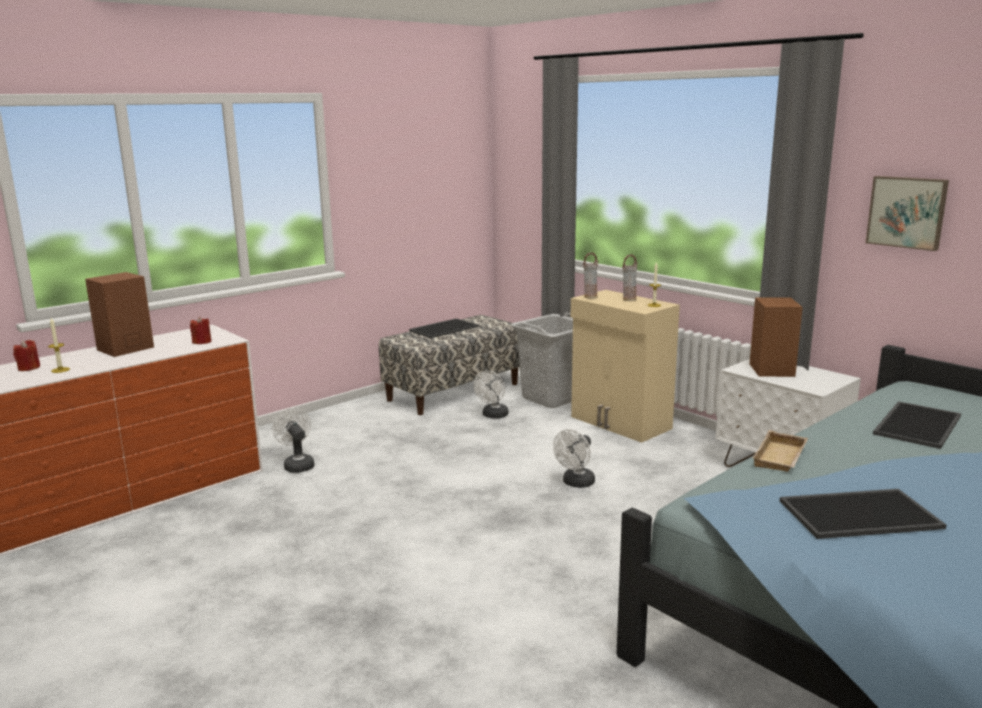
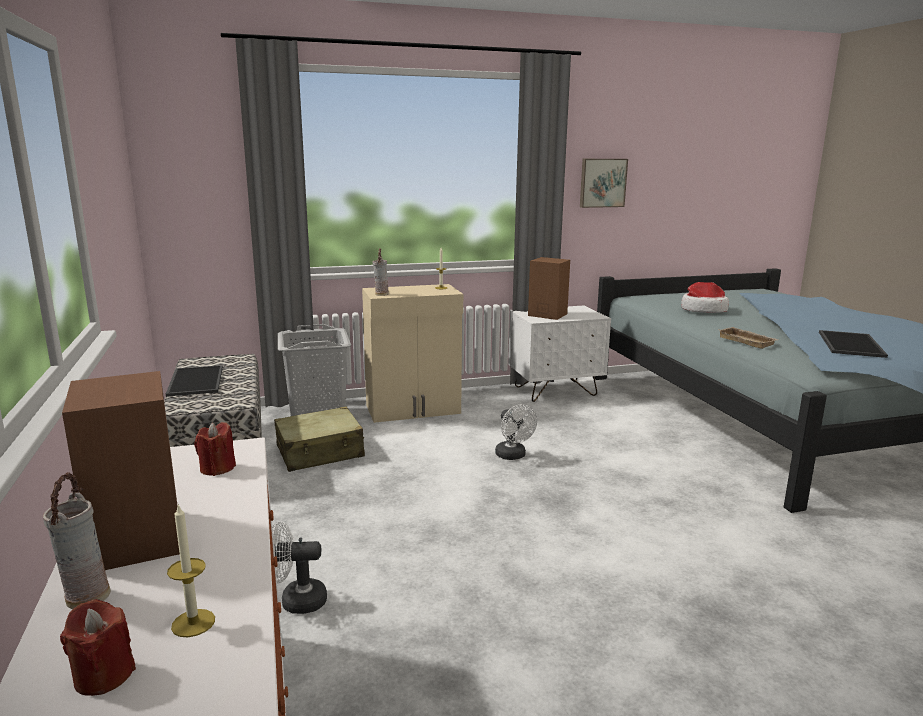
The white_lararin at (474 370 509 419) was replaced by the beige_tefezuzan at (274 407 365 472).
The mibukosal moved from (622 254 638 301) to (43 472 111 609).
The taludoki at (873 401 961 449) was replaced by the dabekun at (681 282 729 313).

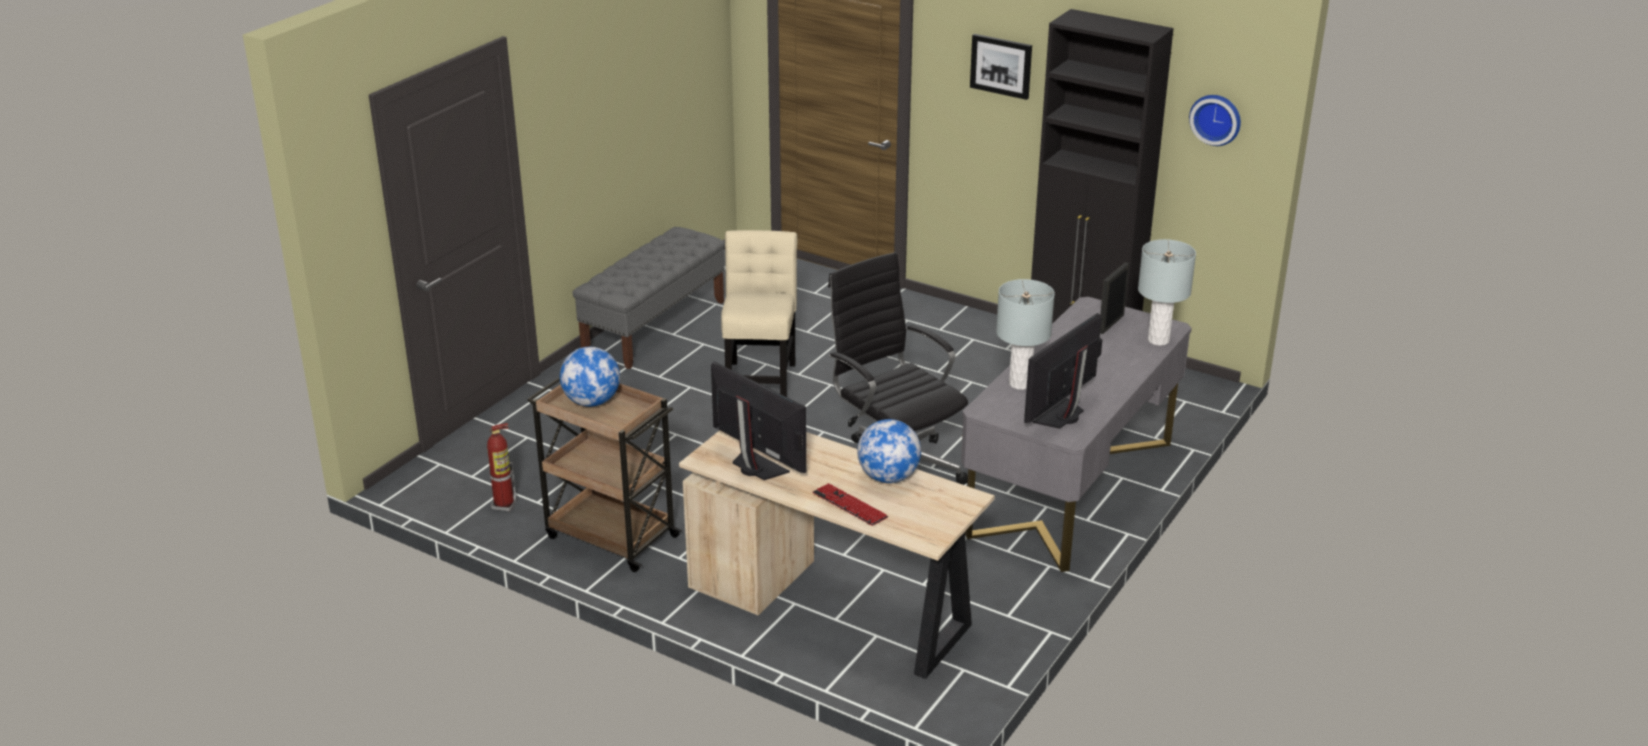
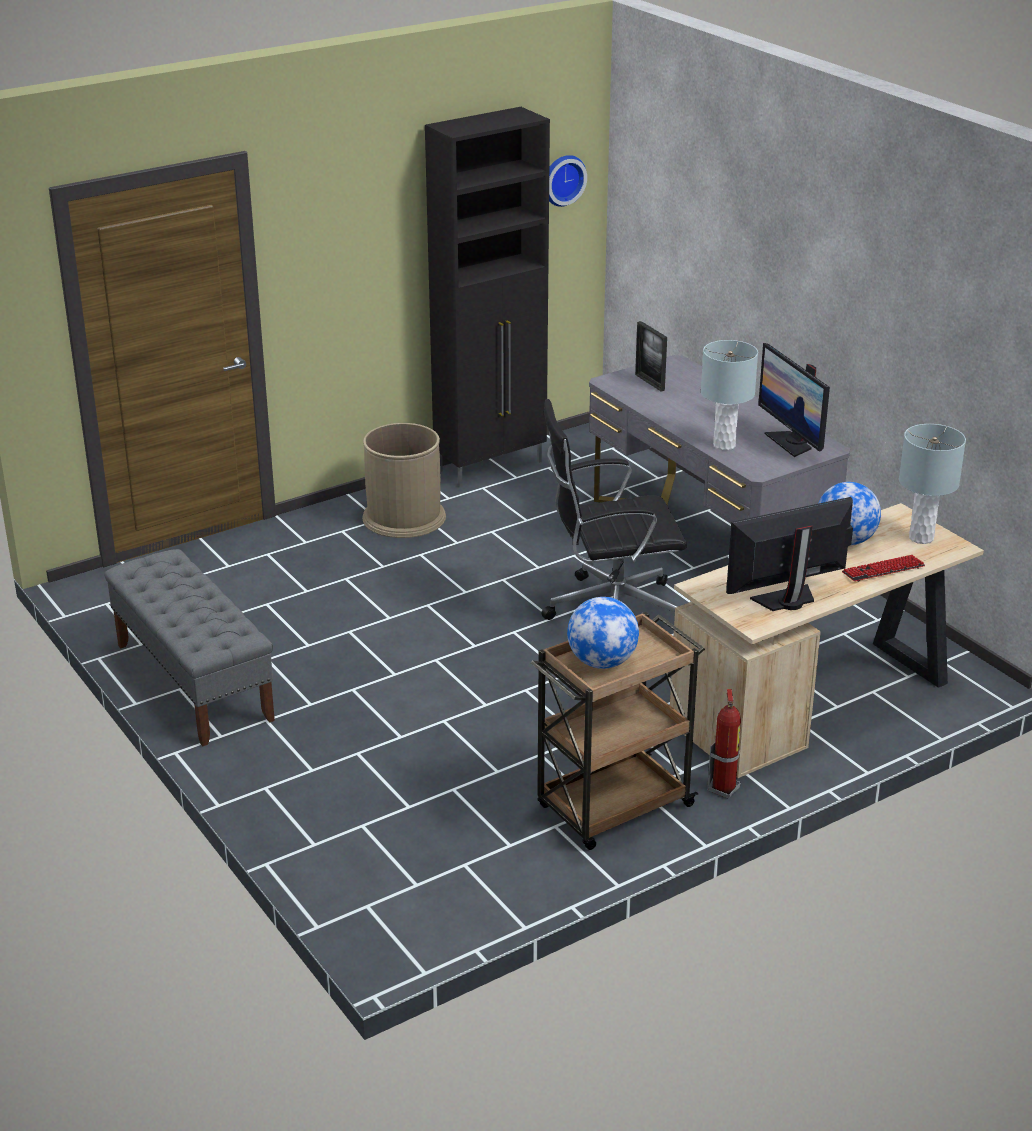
The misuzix moved from (487 423 517 511) to (707 689 741 799).
The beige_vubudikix at (721 230 797 397) disappeared.
The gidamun at (970 34 1032 100) disappeared.
The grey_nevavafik moved from (1138 239 1196 346) to (899 424 966 544).
The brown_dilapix at (362 423 446 538) appeared.

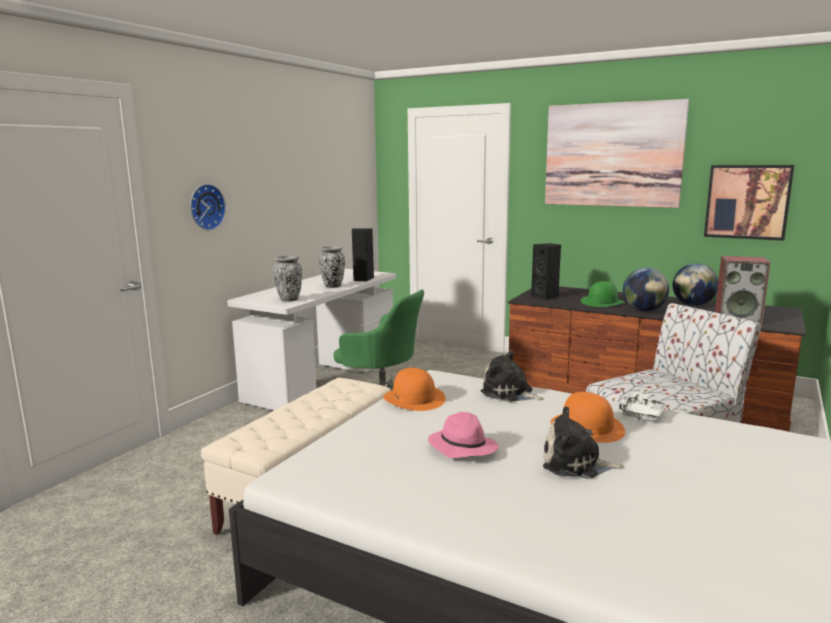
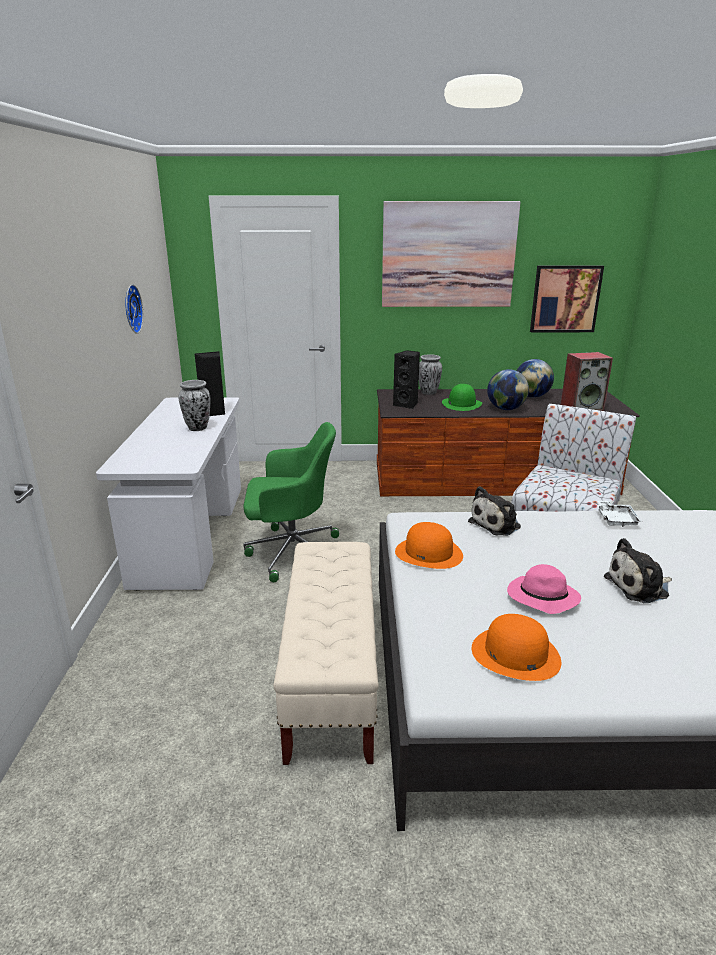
The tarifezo moved from (190 184 226 230) to (125 284 143 334).
The mibukosal moved from (273 255 302 302) to (419 354 442 395).
The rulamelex at (481 350 544 402) turned 45 degrees counterclockwise.
The orange_dabekun moved from (551 392 625 443) to (472 614 561 681).

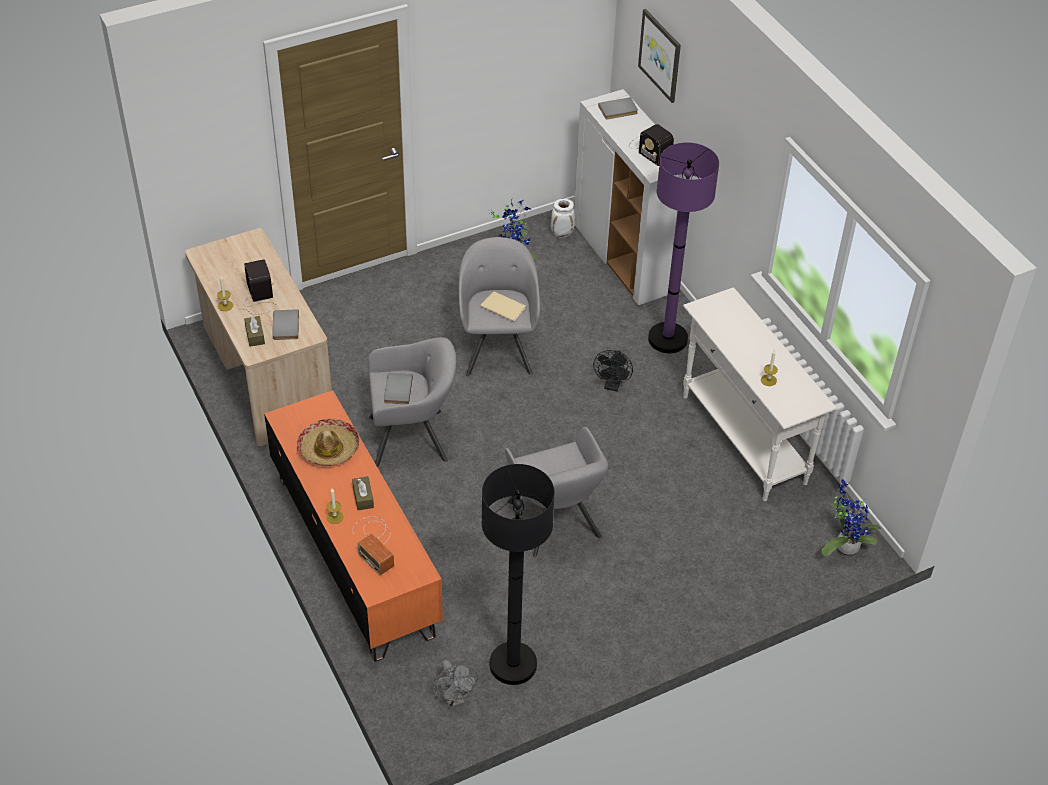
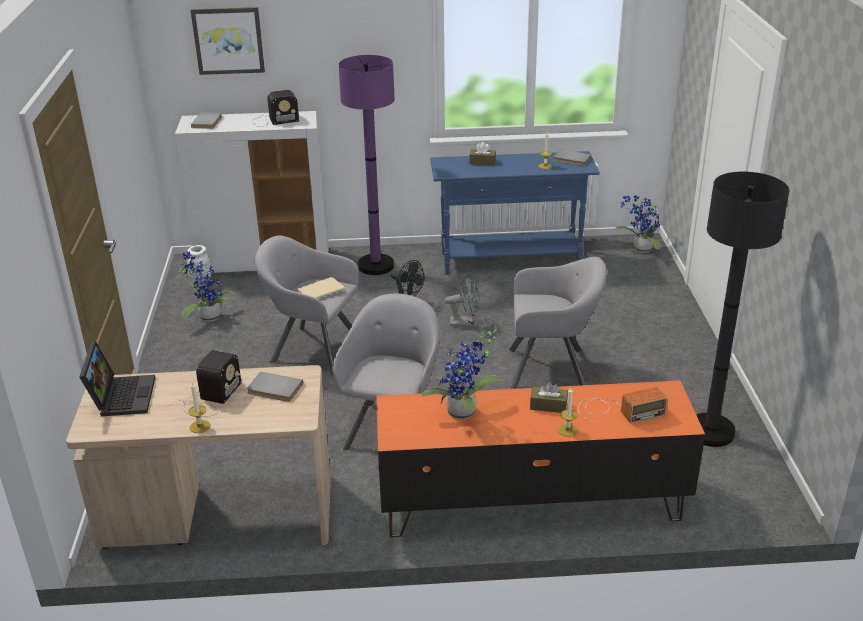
The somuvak at (244 259 277 315) turned 105 degrees clockwise.
The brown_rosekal moved from (244 315 265 347) to (469 142 496 166).
The dabekun at (297 419 359 466) was replaced by the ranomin at (422 329 504 420).
The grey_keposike moved from (384 373 413 404) to (553 149 591 166).
The grey_lararin moved from (433 660 478 708) to (444 277 480 327).
The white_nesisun at (683 287 837 501) became the blue_nesisun at (430 151 600 275).
The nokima at (79 341 155 417) appeared.

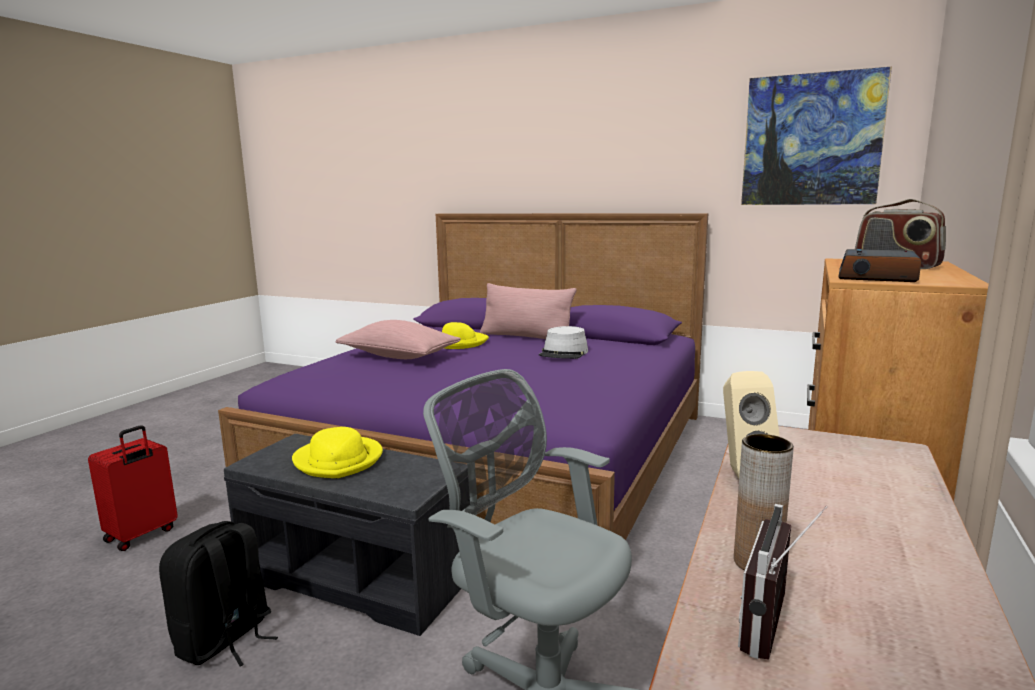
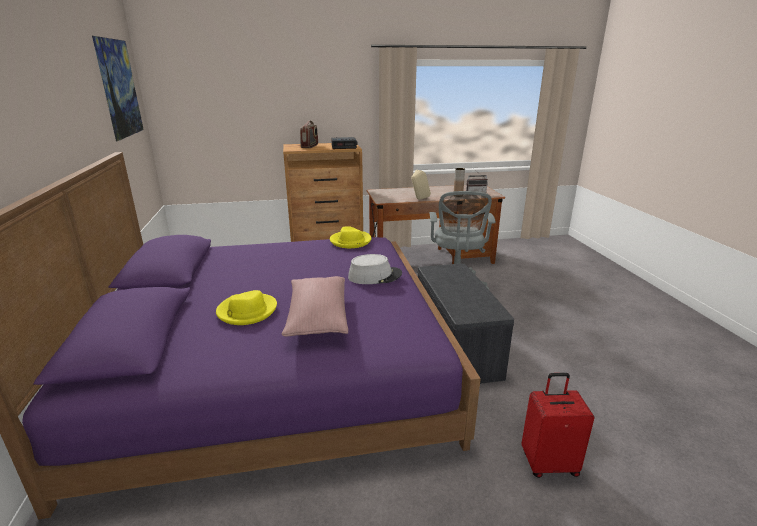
The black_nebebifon at (159 521 278 667) disappeared.
The yellow_dabekun moved from (292 427 383 478) to (330 226 371 248).
The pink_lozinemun at (480 283 577 339) disappeared.
The grey_dabekun moved from (539 326 588 359) to (348 254 402 284).

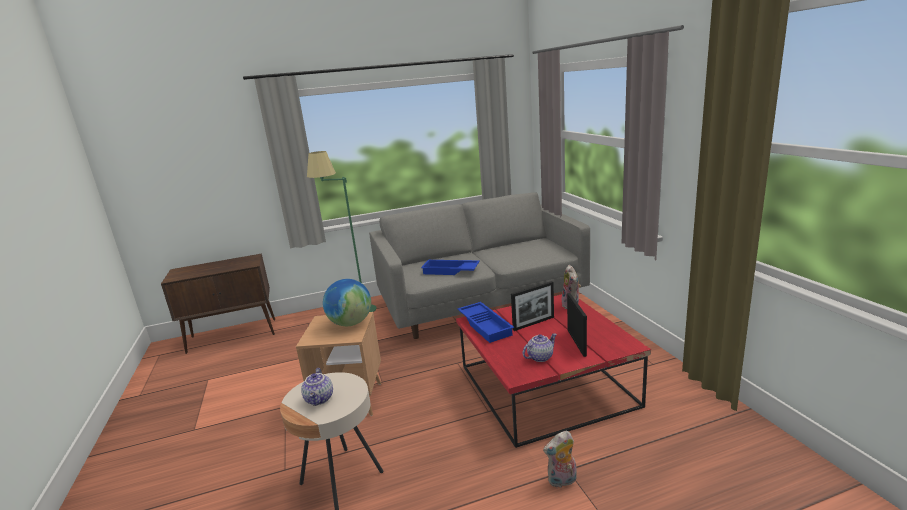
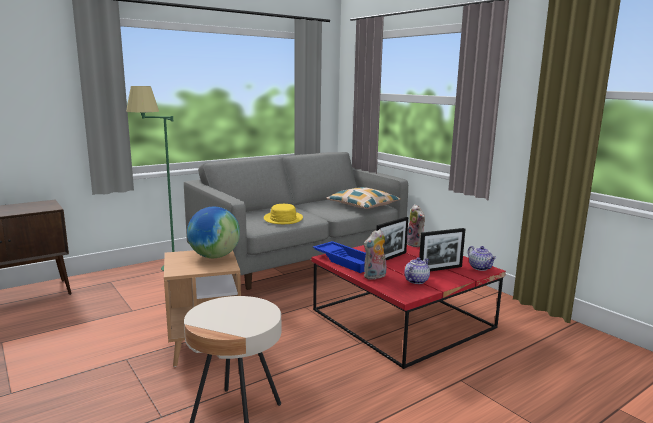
The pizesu moved from (301 368 333 406) to (468 246 496 271).
The blue_taludoki at (421 260 480 275) was replaced by the yellow_dabekun at (264 204 303 224).
The rulamelex moved from (543 431 577 488) to (364 229 386 280).
The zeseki at (567 293 587 357) turned 90 degrees clockwise.
The lozinemun at (326 187 400 209) appeared.

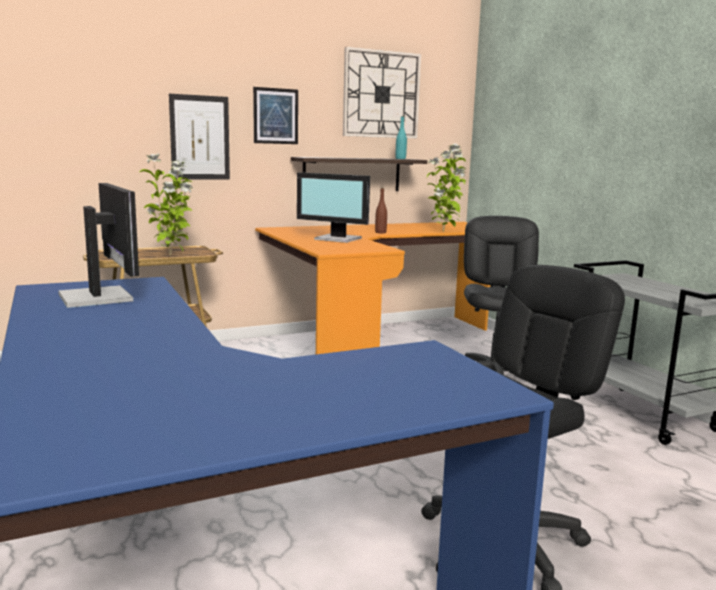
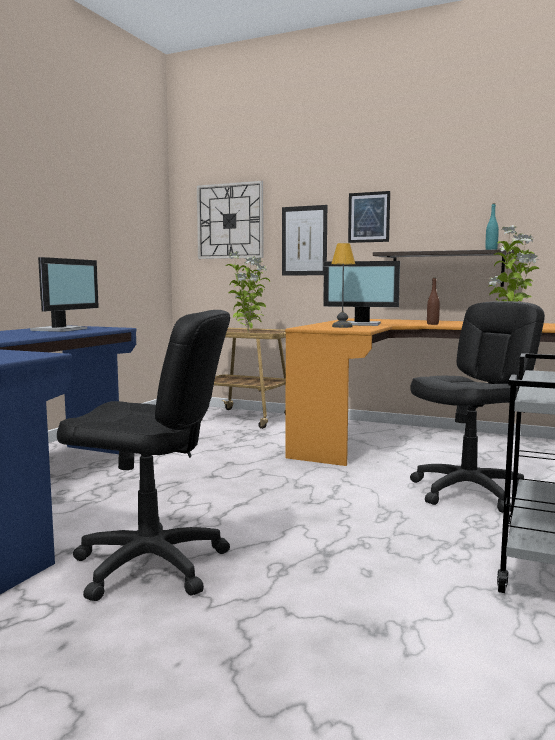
The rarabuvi at (297 172 370 243) turned 60 degrees counterclockwise.
The tarifezo moved from (343 46 421 139) to (197 181 264 259).
The nevavafik at (331 243 355 328) appeared.

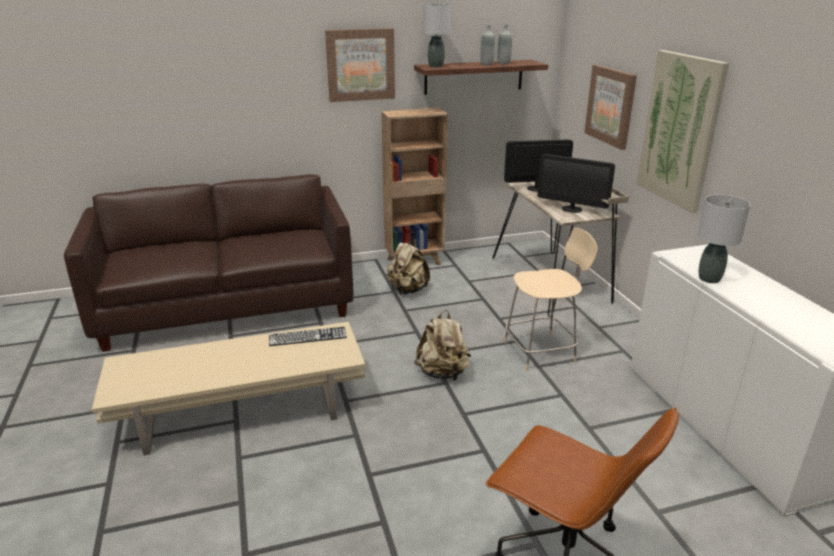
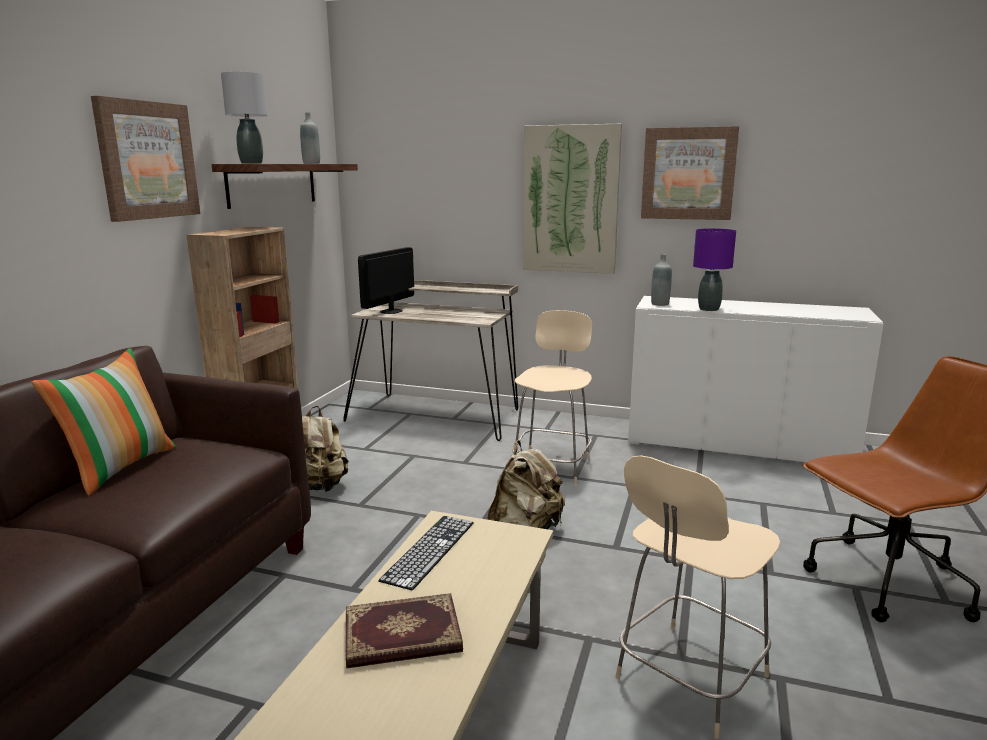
The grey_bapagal moved from (481 25 495 65) to (651 254 672 306).
The rarabuvi at (537 154 615 213) disappeared.
The gidamun moved from (584 65 637 150) to (641 126 739 220).
The grey_nevavafik at (697 195 750 283) became the purple_nevavafik at (693 228 736 311).
The lozinemun at (32 348 176 496) appeared.
The keposike at (346 593 463 668) appeared.
The beige_vubudikix at (615 455 780 739) appeared.

